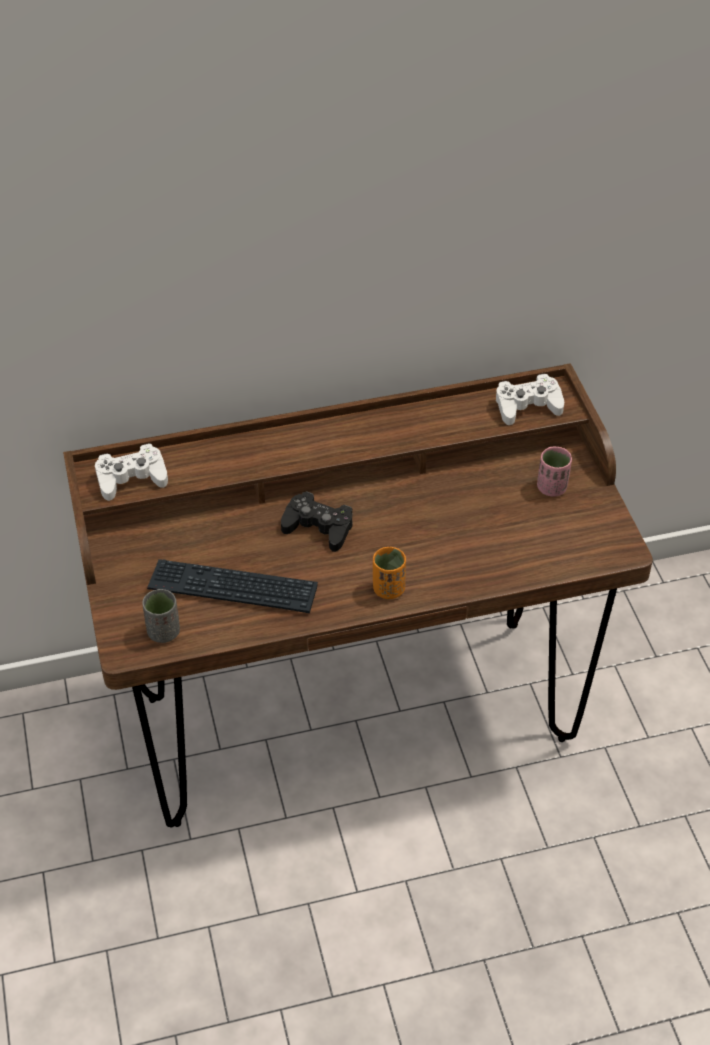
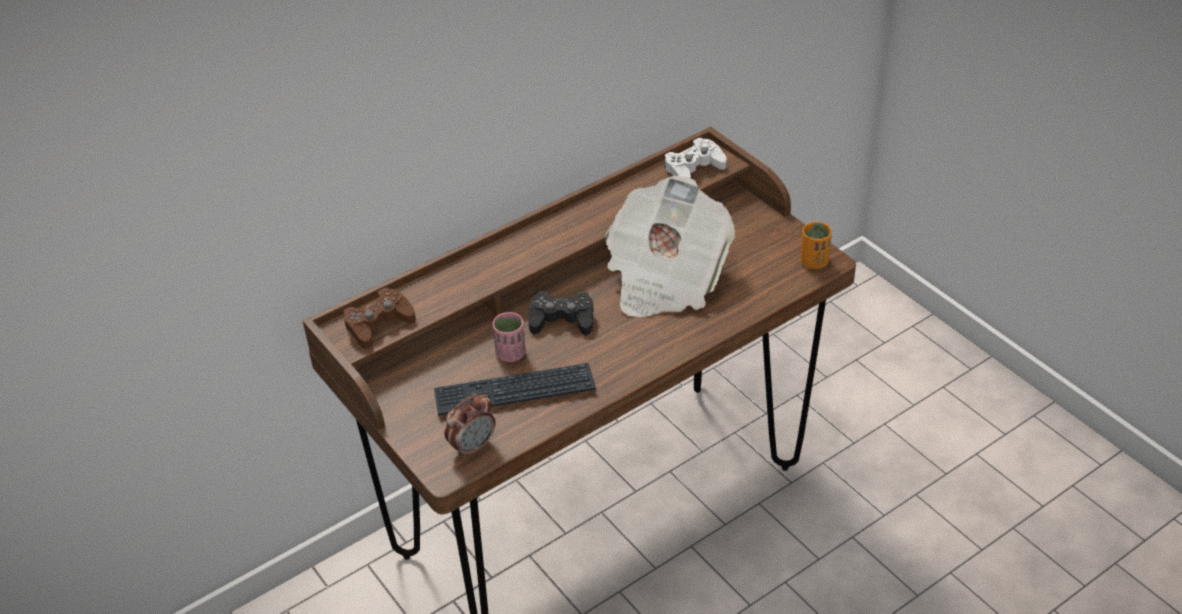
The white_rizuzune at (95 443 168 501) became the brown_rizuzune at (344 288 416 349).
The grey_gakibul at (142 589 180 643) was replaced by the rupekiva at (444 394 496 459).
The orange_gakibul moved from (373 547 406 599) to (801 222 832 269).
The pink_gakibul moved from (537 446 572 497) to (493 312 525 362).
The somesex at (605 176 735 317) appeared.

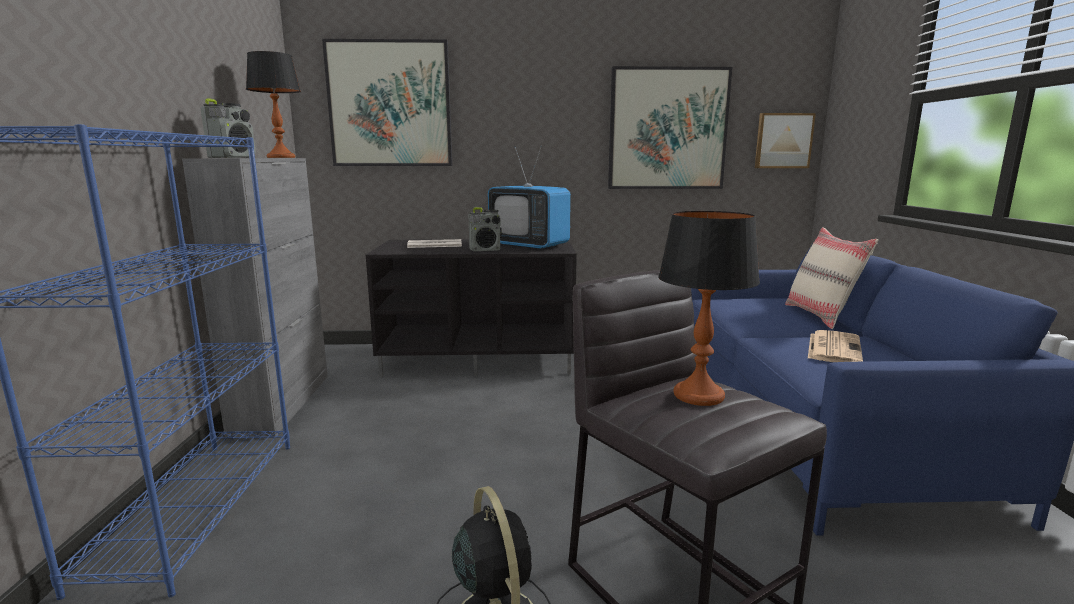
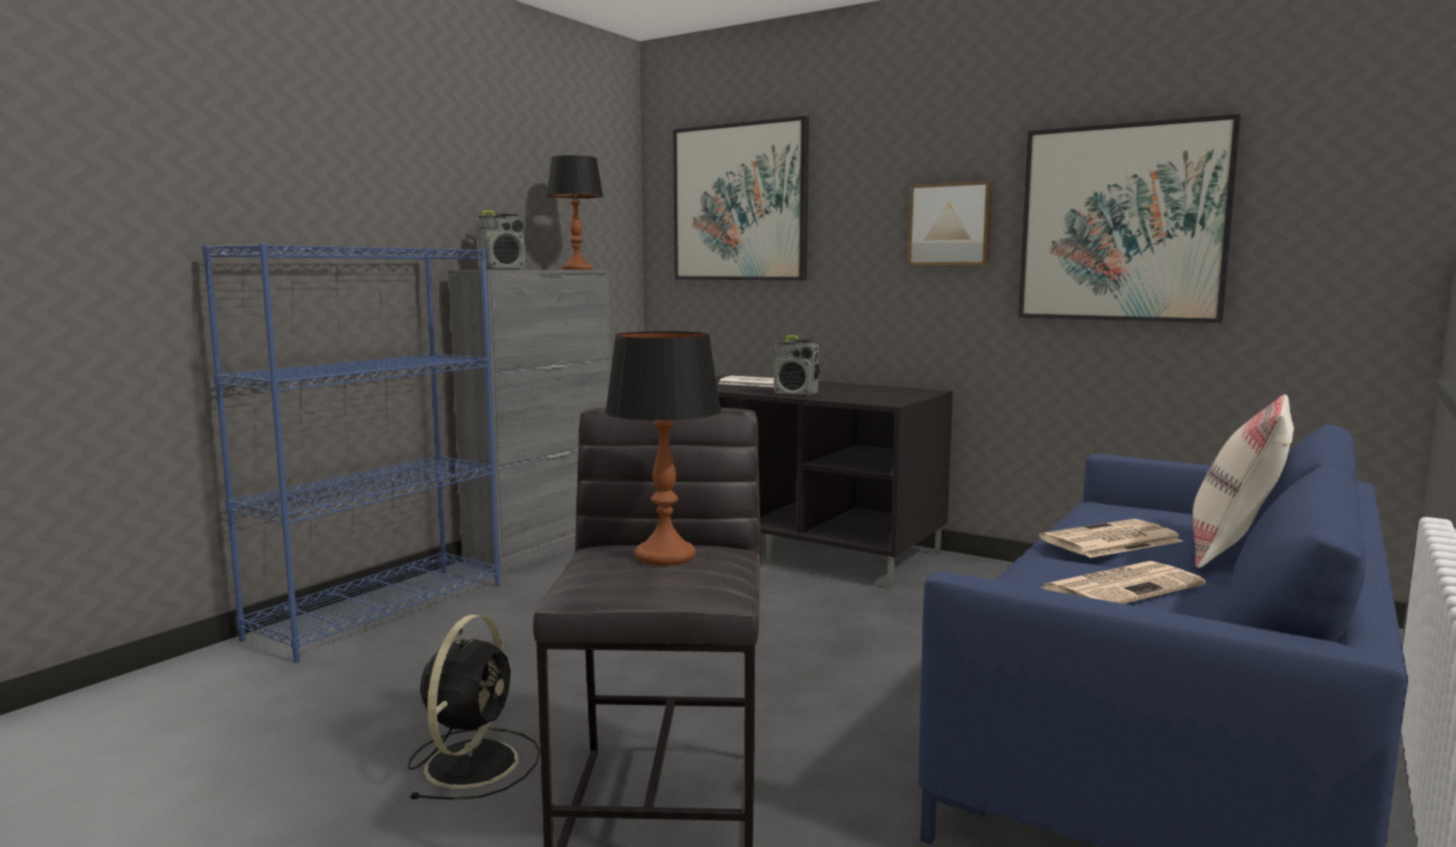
The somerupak at (488 146 571 249) disappeared.
The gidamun moved from (755 113 816 168) to (908 181 992 265).
The somesex at (1039 519 1184 558) appeared.

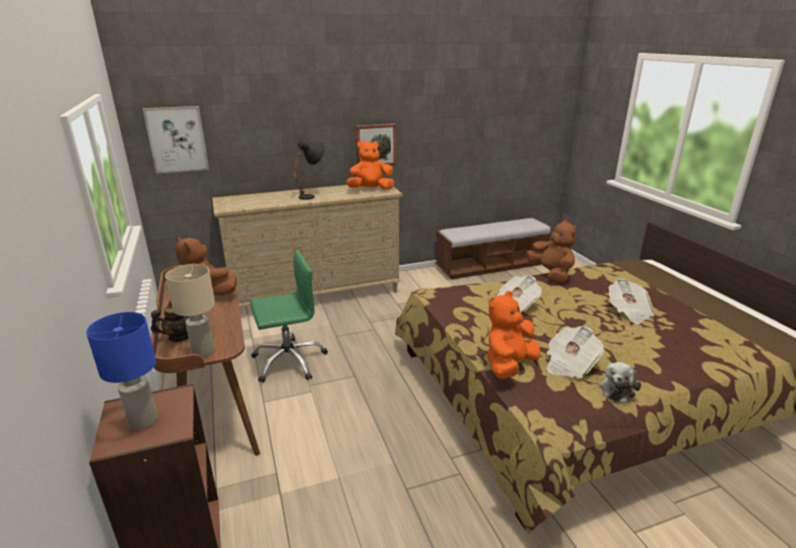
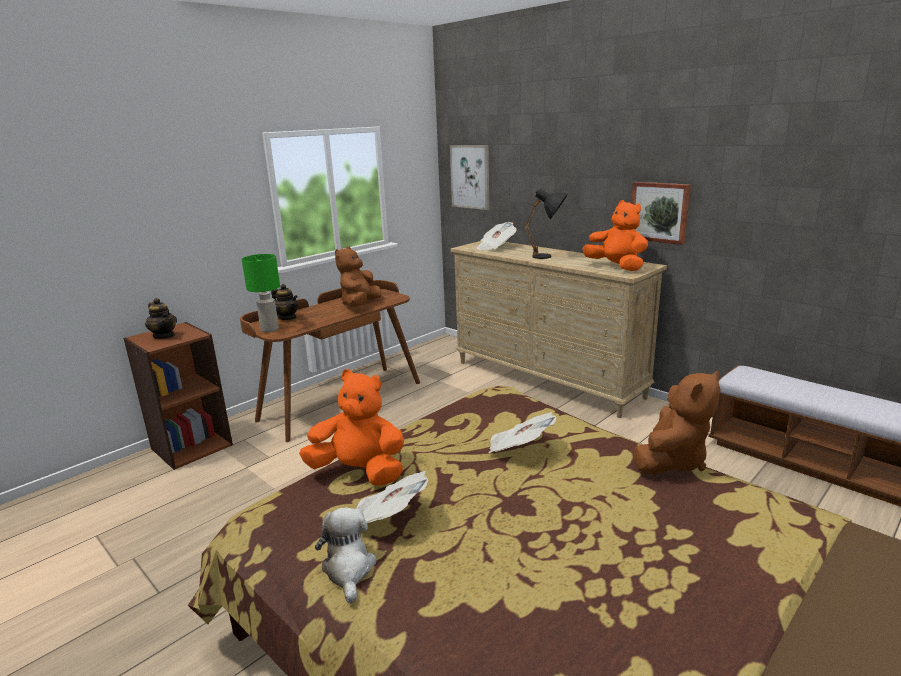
The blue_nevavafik at (86 312 158 430) was replaced by the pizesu at (145 298 177 339).
The beige_nevavafik at (165 264 215 357) became the green_nevavafik at (242 254 280 332).
The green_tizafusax at (250 250 328 383) disappeared.
The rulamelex at (599 362 641 403) turned 75 degrees clockwise.
The somesex moved from (608 278 655 324) to (477 222 517 250).

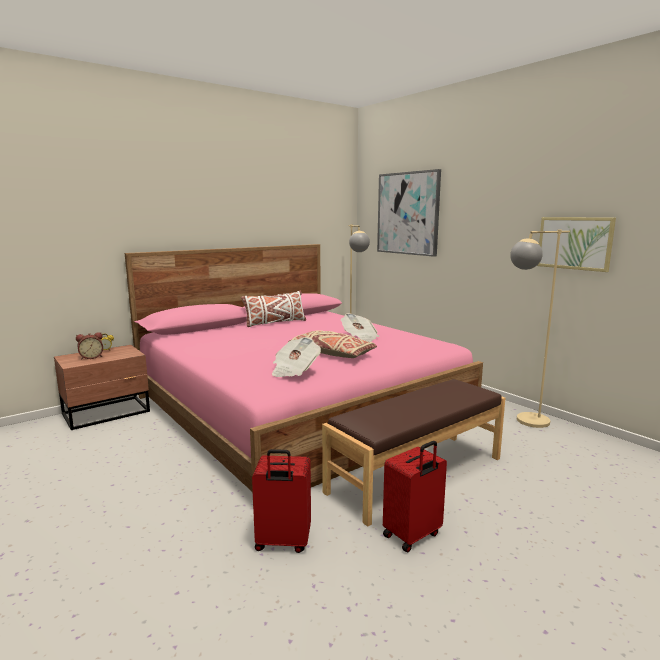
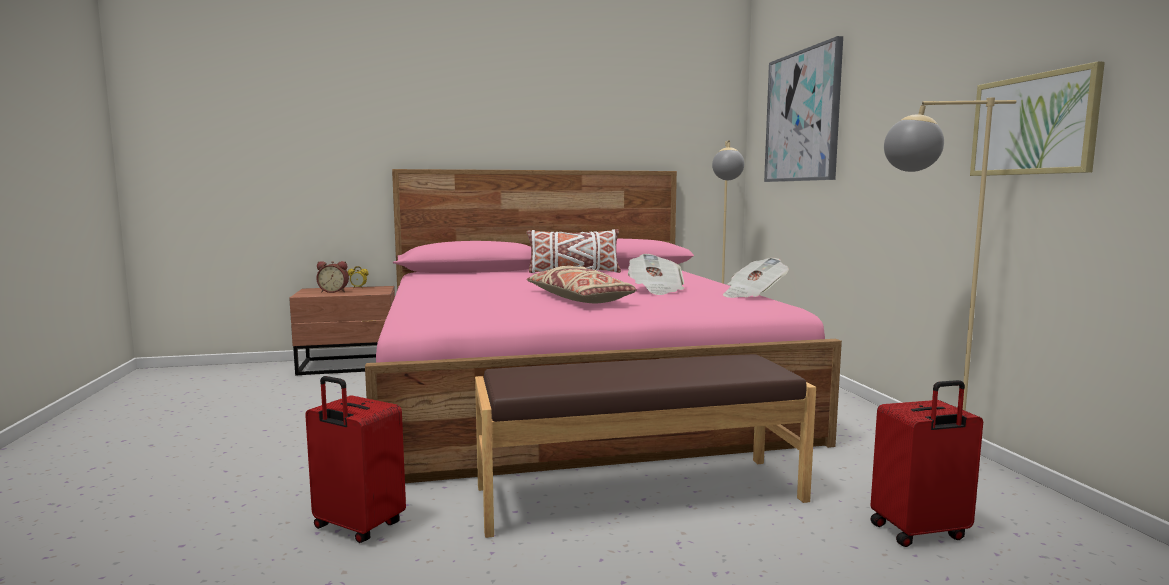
The somesex moved from (272 337 321 377) to (723 258 789 298).
The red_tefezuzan moved from (383 441 447 552) to (870 380 983 547).

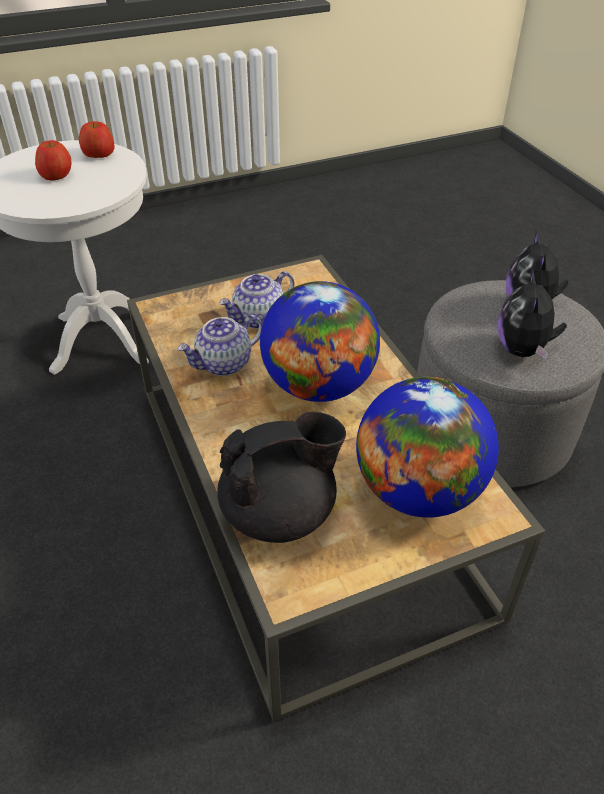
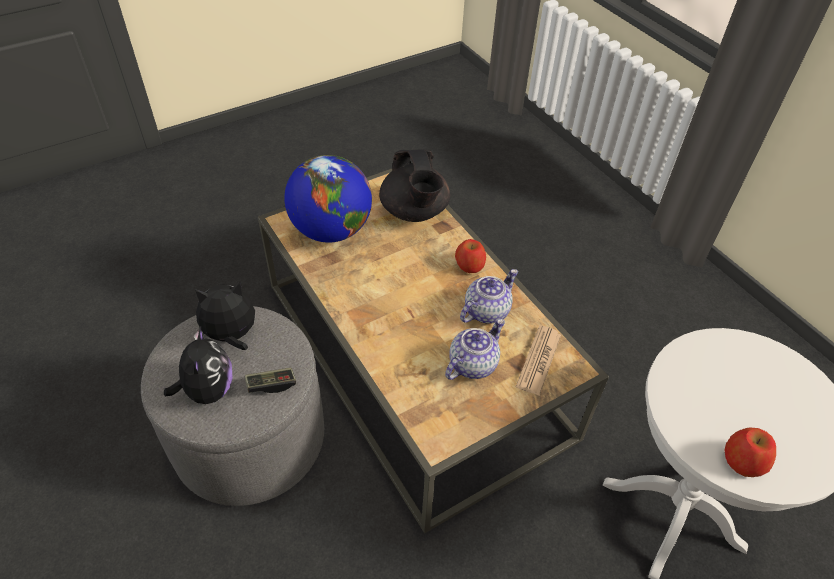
The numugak moved from (35 140 71 180) to (455 239 486 273).
The black_pizesu at (217 412 346 543) turned 75 degrees counterclockwise.
The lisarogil at (260 281 380 402) disappeared.
The rulamelex at (498 269 567 359) turned 105 degrees counterclockwise.
The rizuzune at (245 368 296 393) appeared.
The somesex at (516 325 561 396) appeared.

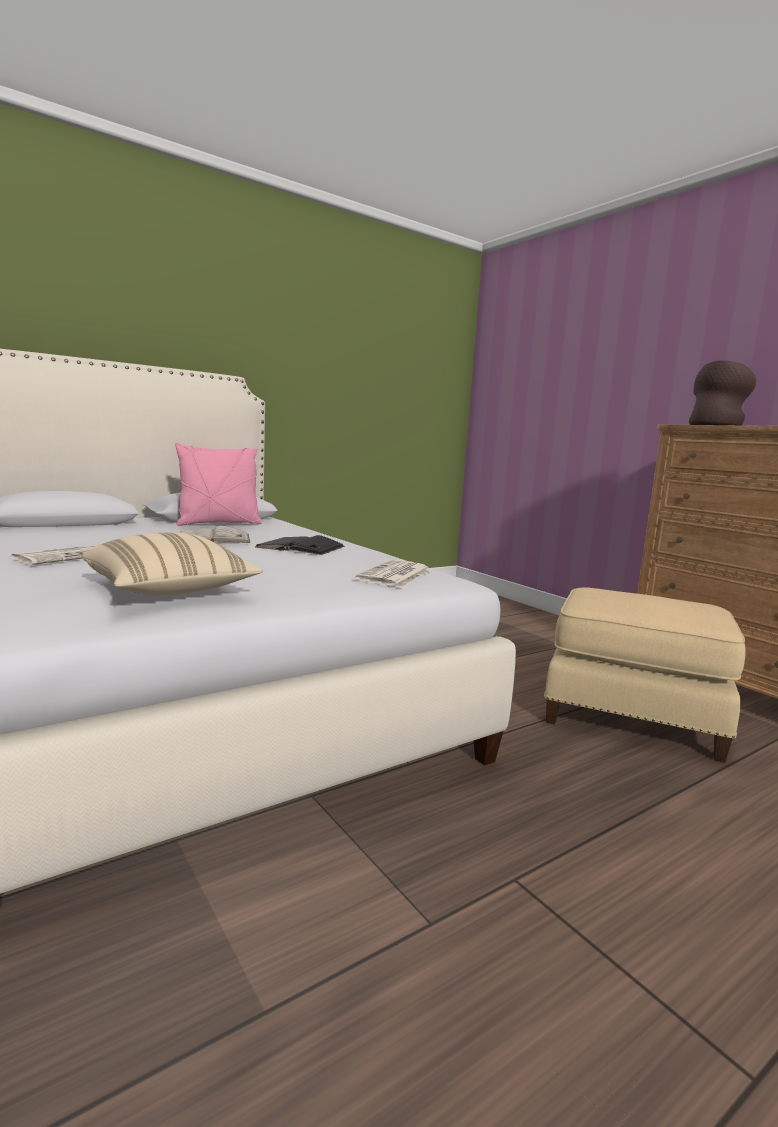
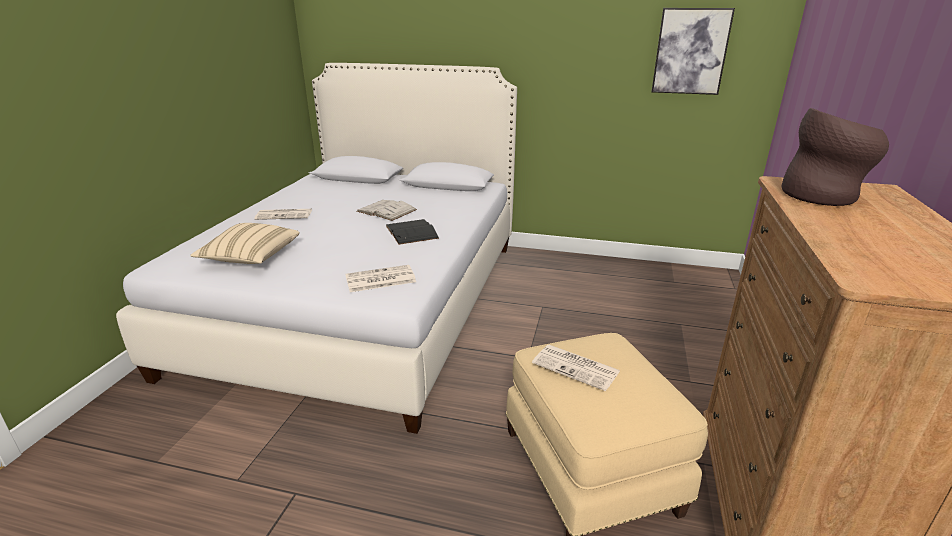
The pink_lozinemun at (175 443 262 526) disappeared.
The somesex at (532 345 620 391) appeared.
The gidamun at (652 8 735 95) appeared.

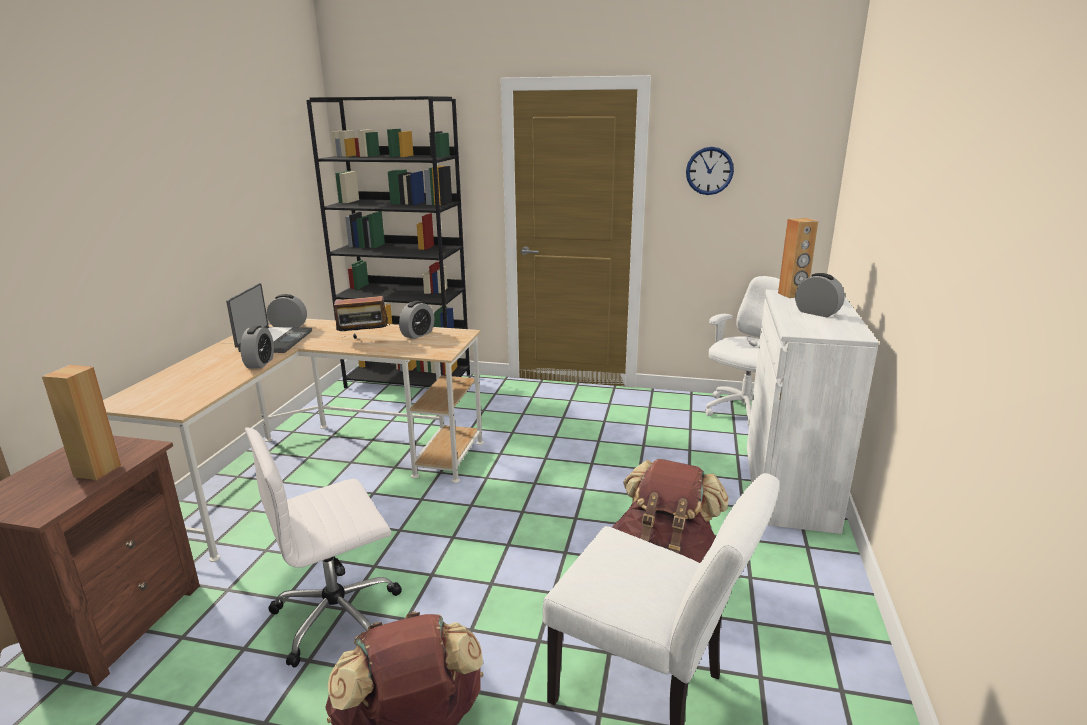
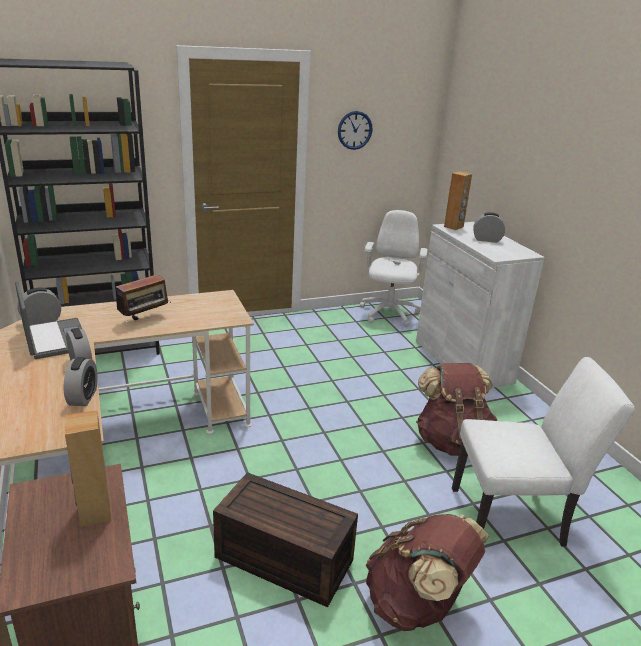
The white_tizafusax at (245 427 402 668) was replaced by the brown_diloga at (213 472 358 607).
The rupekiva moved from (399 301 434 339) to (64 357 98 406).

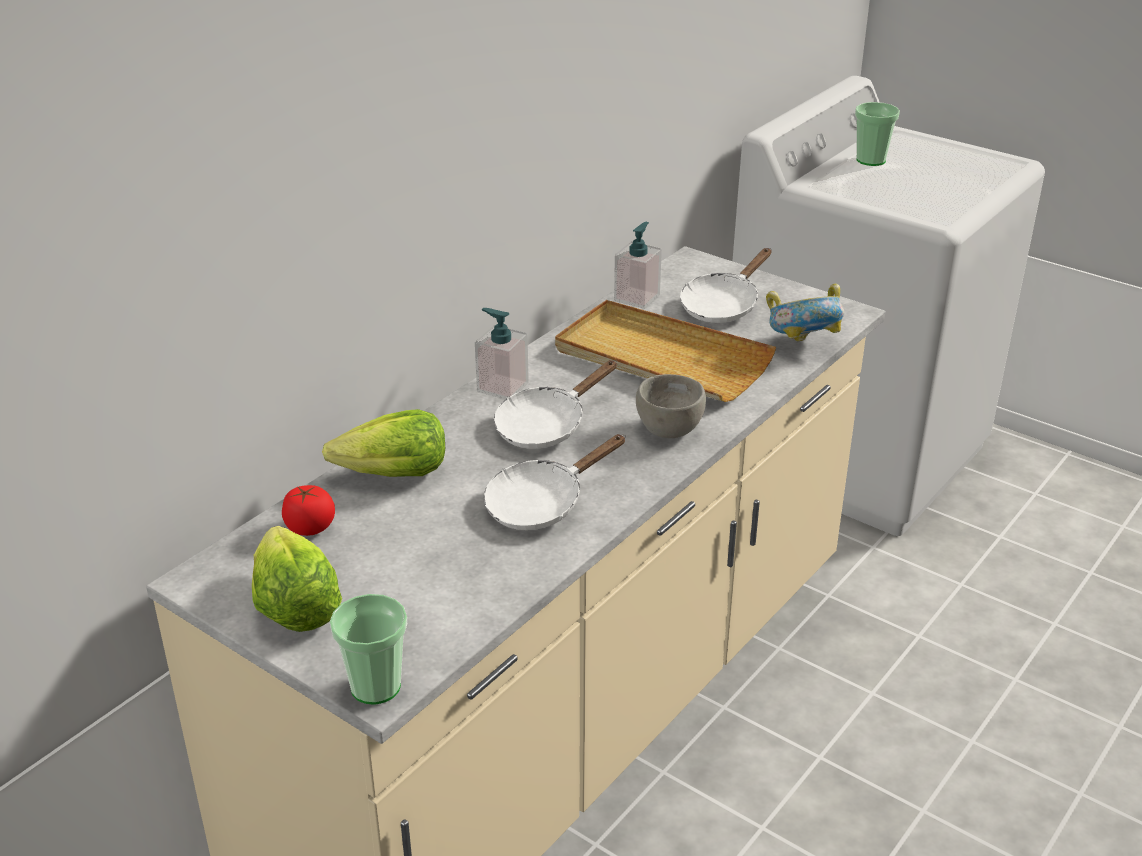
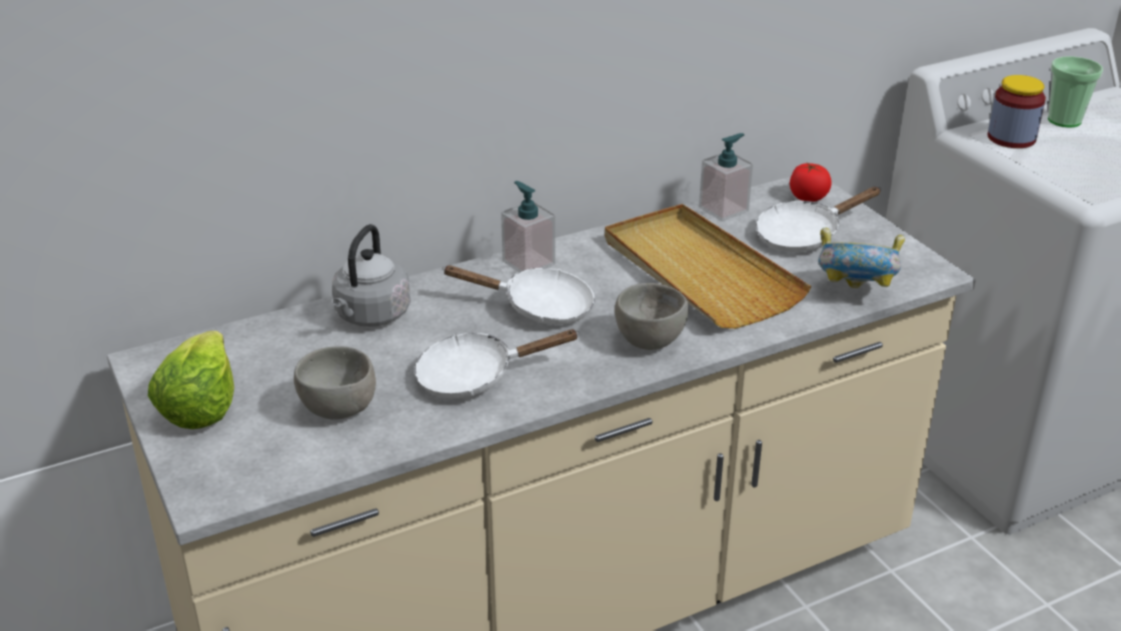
The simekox moved from (282 485 335 536) to (790 163 832 202).
The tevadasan at (322 409 445 477) was replaced by the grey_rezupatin at (332 224 410 327).
The gakibul at (330 594 407 705) disappeared.
The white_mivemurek at (494 360 617 449) turned 150 degrees counterclockwise.
The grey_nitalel at (294 346 376 419) appeared.
The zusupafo at (987 75 1046 148) appeared.

